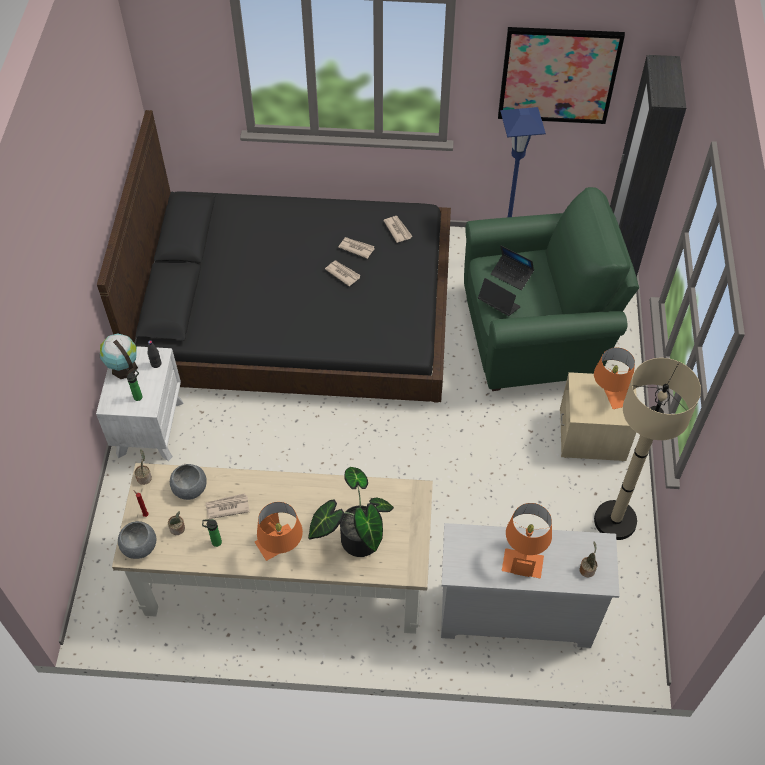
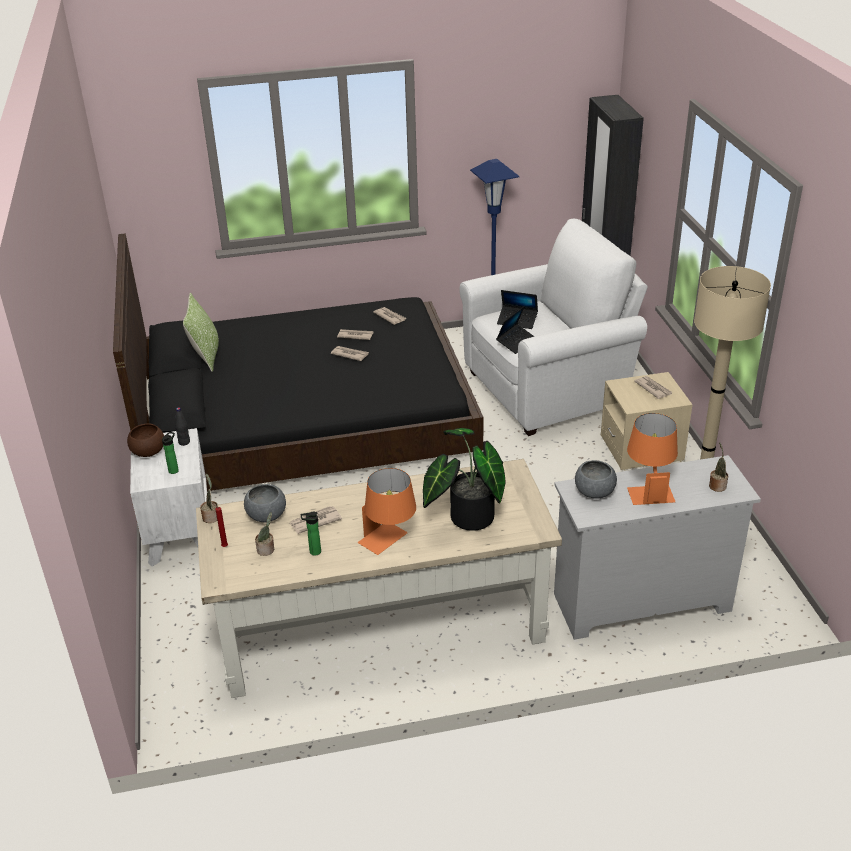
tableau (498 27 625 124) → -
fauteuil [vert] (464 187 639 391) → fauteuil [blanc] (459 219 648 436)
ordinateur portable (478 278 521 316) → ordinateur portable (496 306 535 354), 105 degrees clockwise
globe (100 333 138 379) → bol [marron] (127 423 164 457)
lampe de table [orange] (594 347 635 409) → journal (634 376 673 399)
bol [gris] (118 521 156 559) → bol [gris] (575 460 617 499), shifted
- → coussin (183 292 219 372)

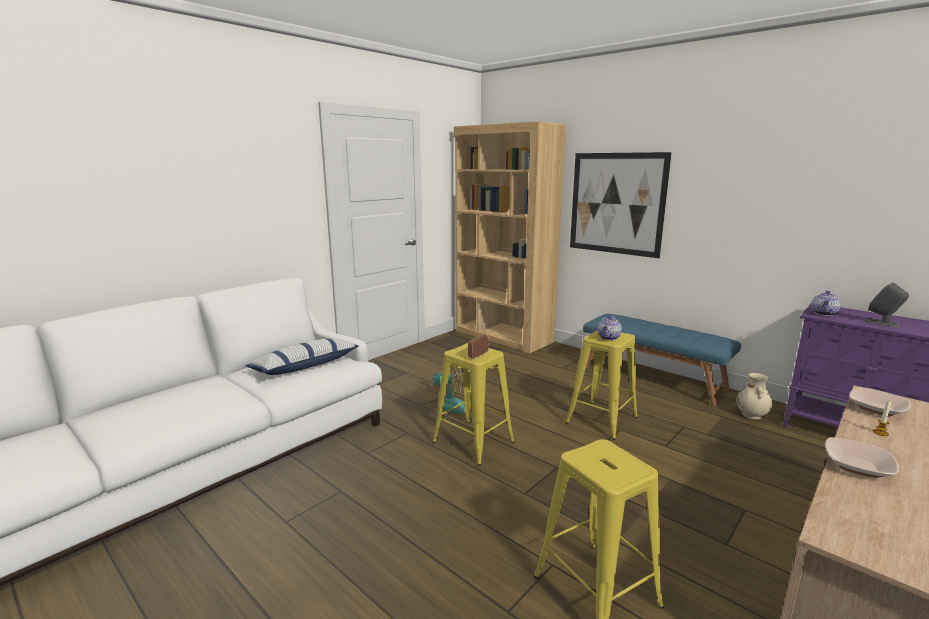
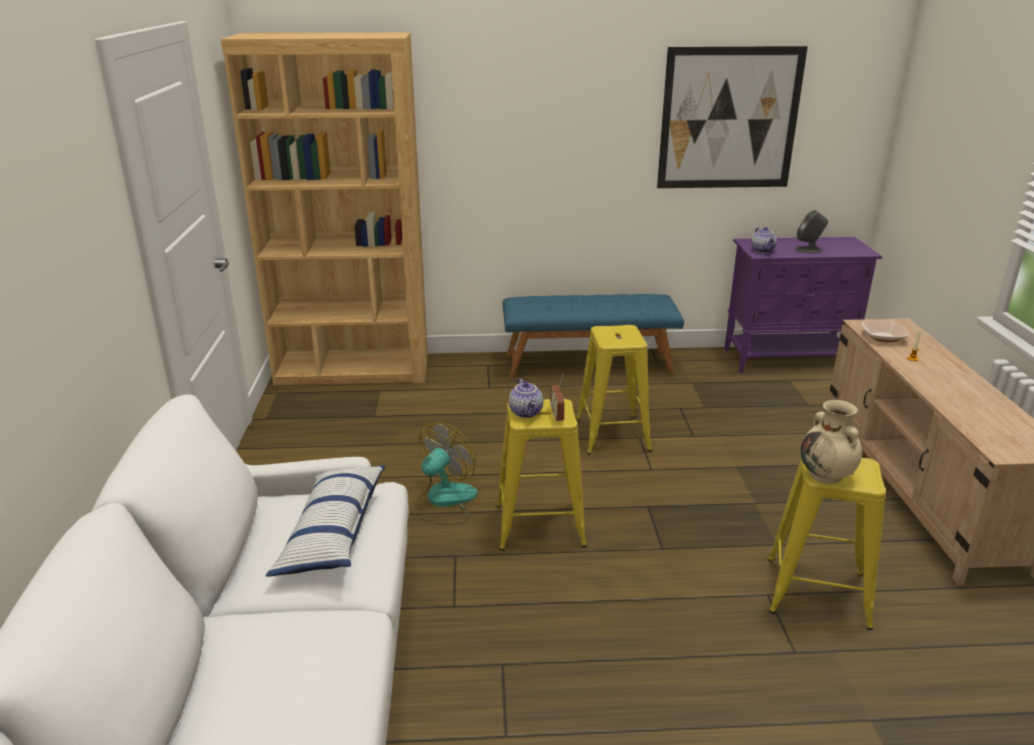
tableau (570 152 672 258) → tableau (657 46 808 188), shifted
théière (597 316 622 340) → théière (509 378 543 418), shifted
vase [beige] (737 373 772 419) → vase [beige] (801 400 862 484), shifted
bol (825 437 899 478) → -

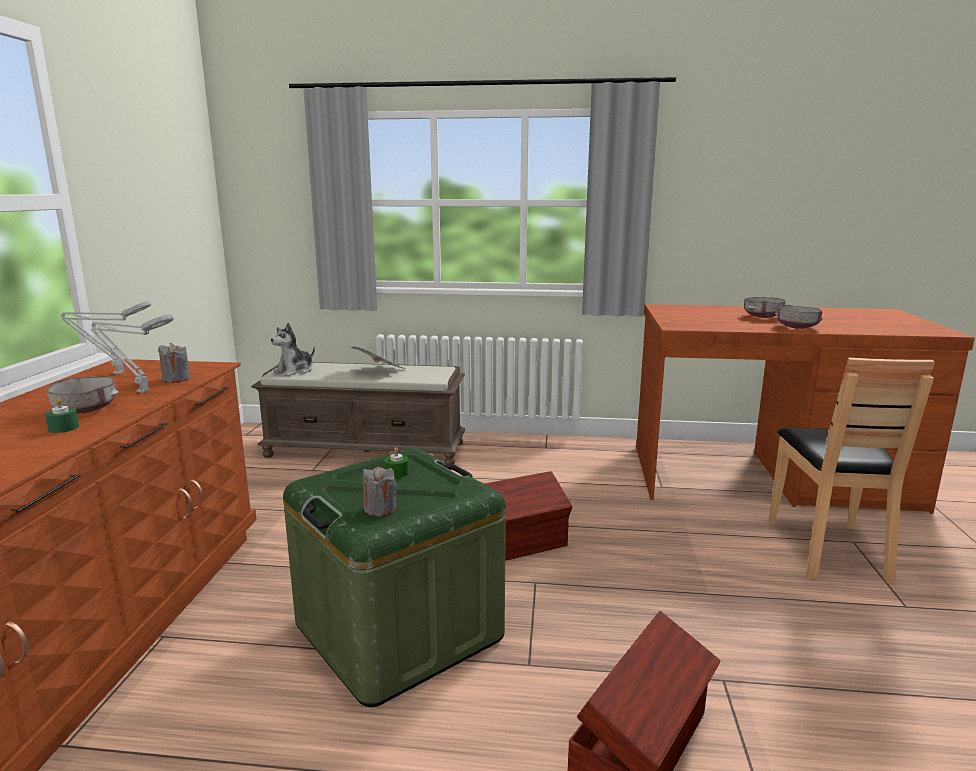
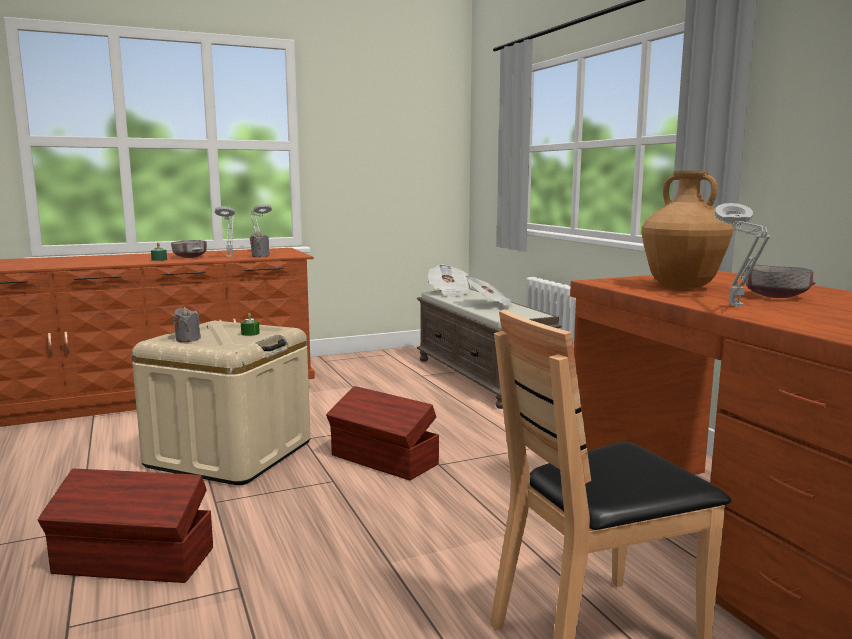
bol [gris] (775 305 823 329) → lampe de table [gris] (714 203 770 307)
peluche (271 323 315 377) → journal (428 264 471 297)
boîte de rangement [vert] (283 448 506 707) → boîte de rangement [beige] (132 321 311 485)
- → vase [marron] (641 171 733 289)

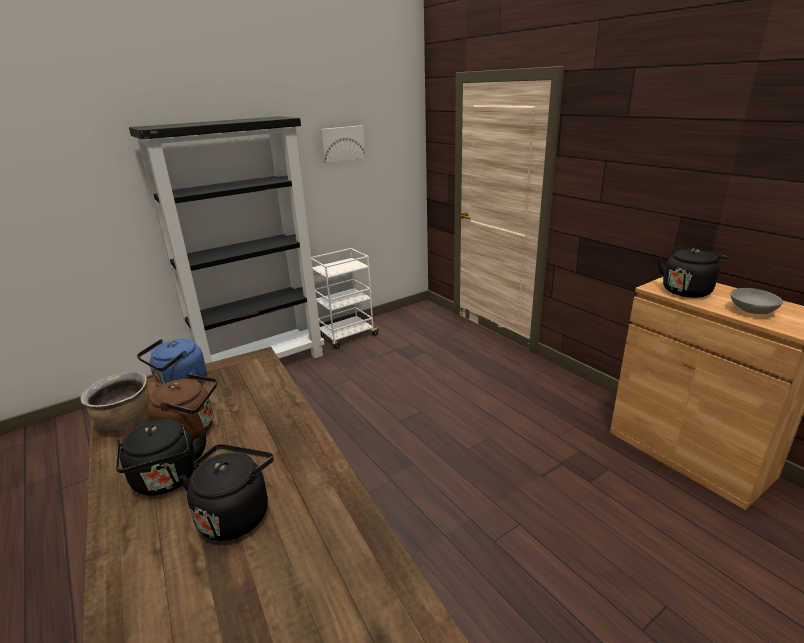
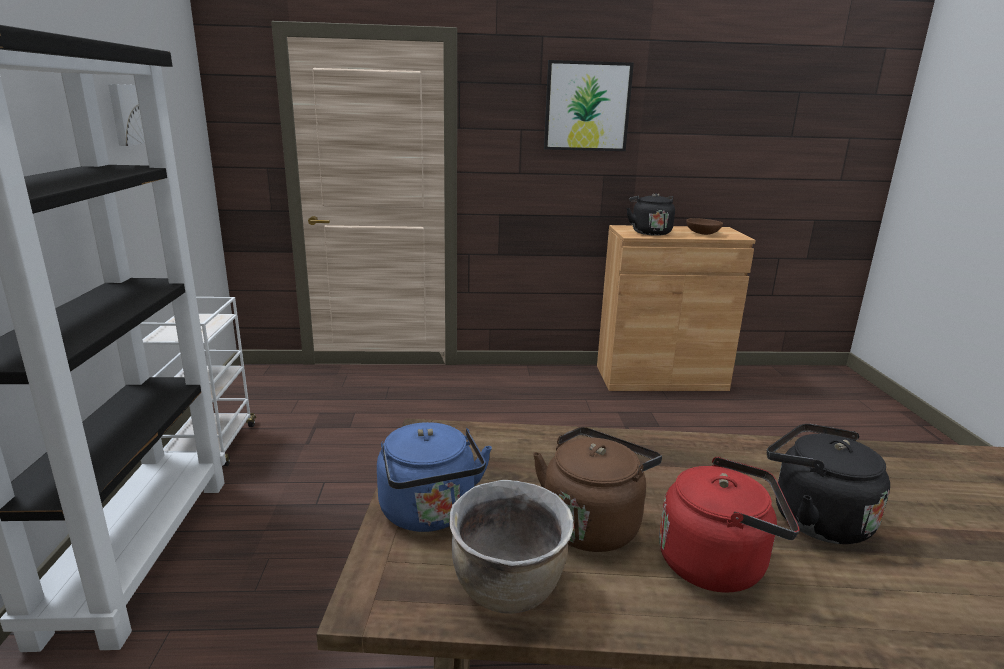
bol [gris] (730 288 783 314) → bol [marron] (686 218 723 235)
bouilloire [noir] (115 419 206 496) → bouilloire [rouge] (659 457 799 593)
- → tableau (544 60 634 151)

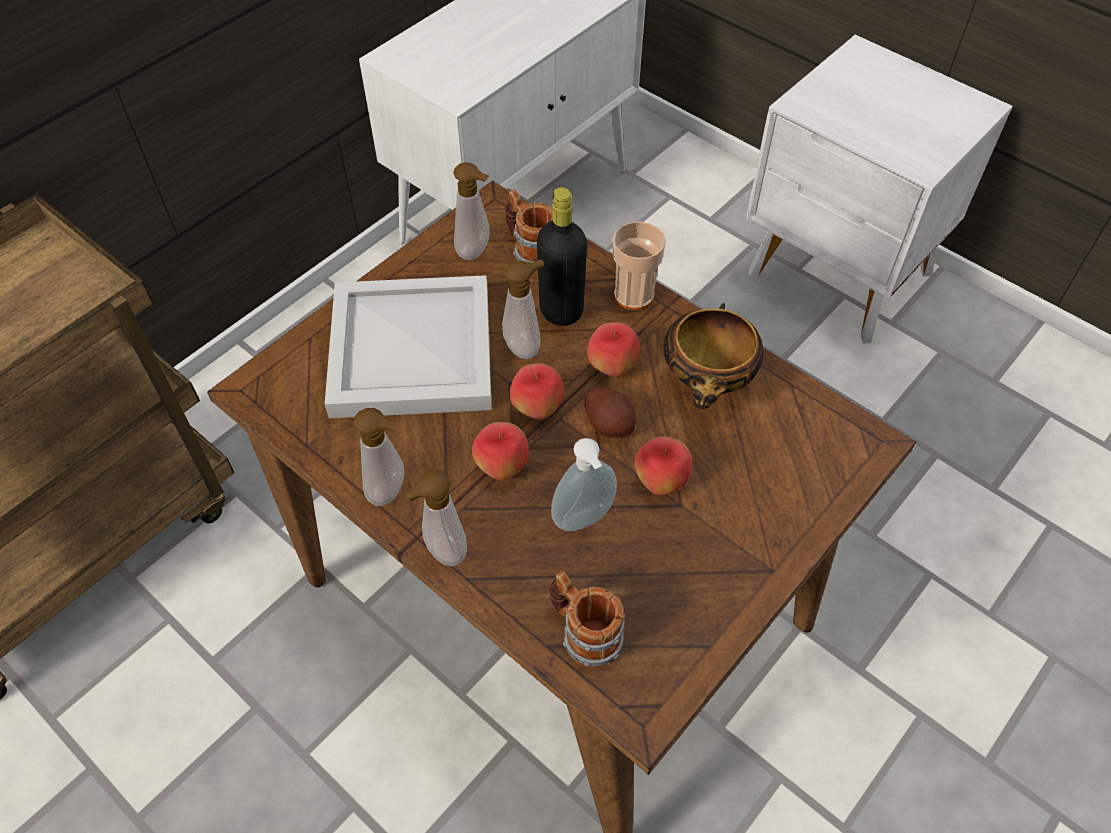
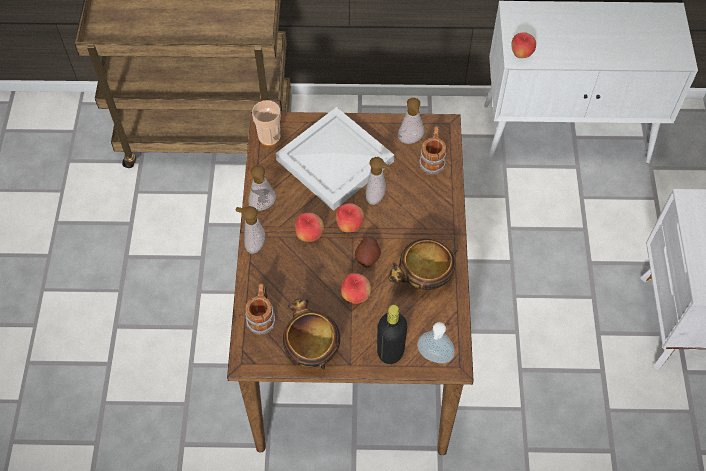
bouteille [noir] (537 187 587 326) → bouteille [noir] (377 305 407 364), shifted
tasse (612 222 666 310) → tasse (252 100 281 146), shifted
pomme (587 322 640 377) → pomme (511 32 536 58), shifted
distributeur de savon (551 438 617 531) → distributeur de savon (417 322 455 364), shifted
- → bol (283 299 340 370)

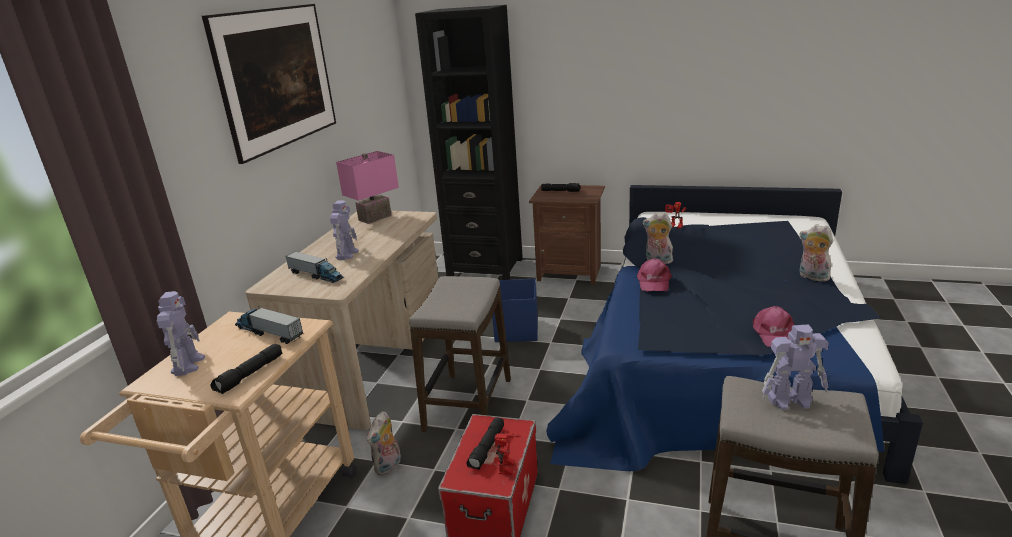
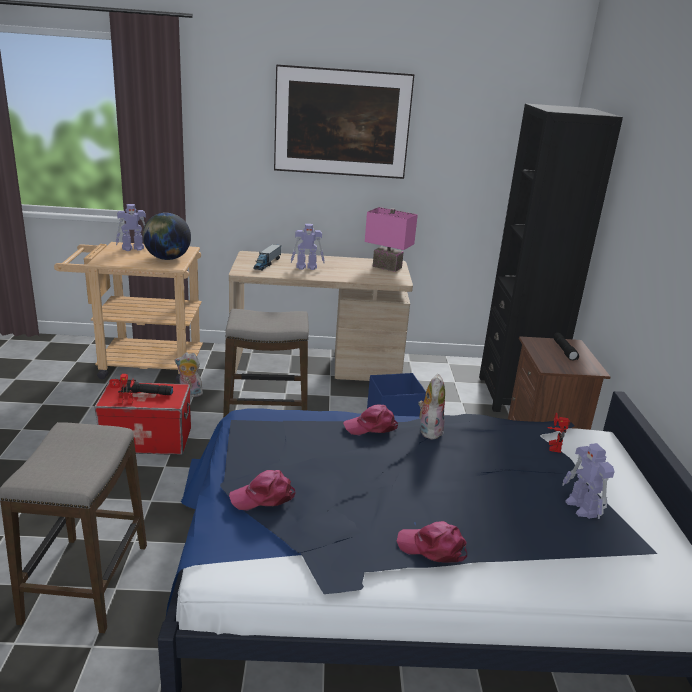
peluche (800 224 833 282) → casquette [rose] (397 521 467 563)
camion jouet (235 306 303 344) → globe (143 213 191 260)
robot jouet (762 325 829 410) → robot jouet (562 443 615 519), shifted
lampe de poche [noir] (210 344 283 394) → -

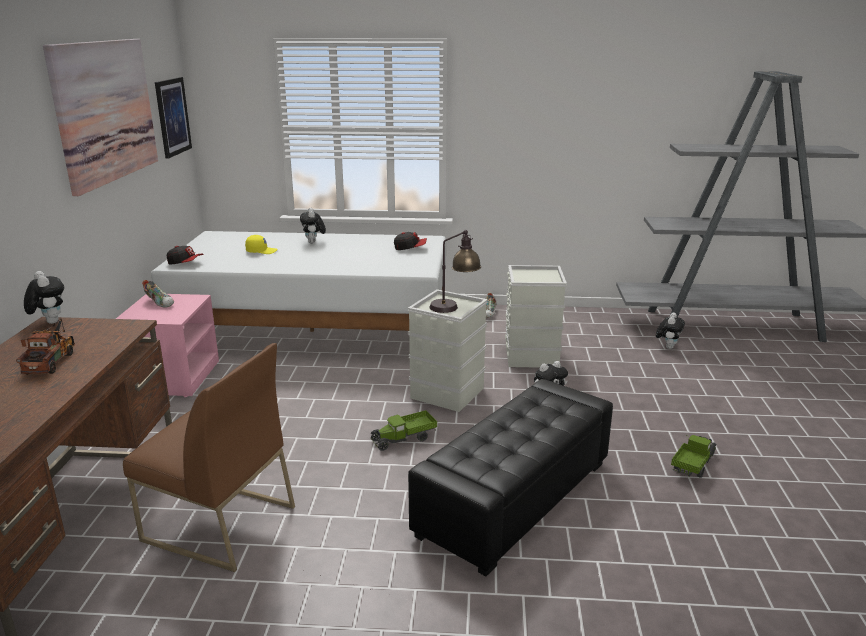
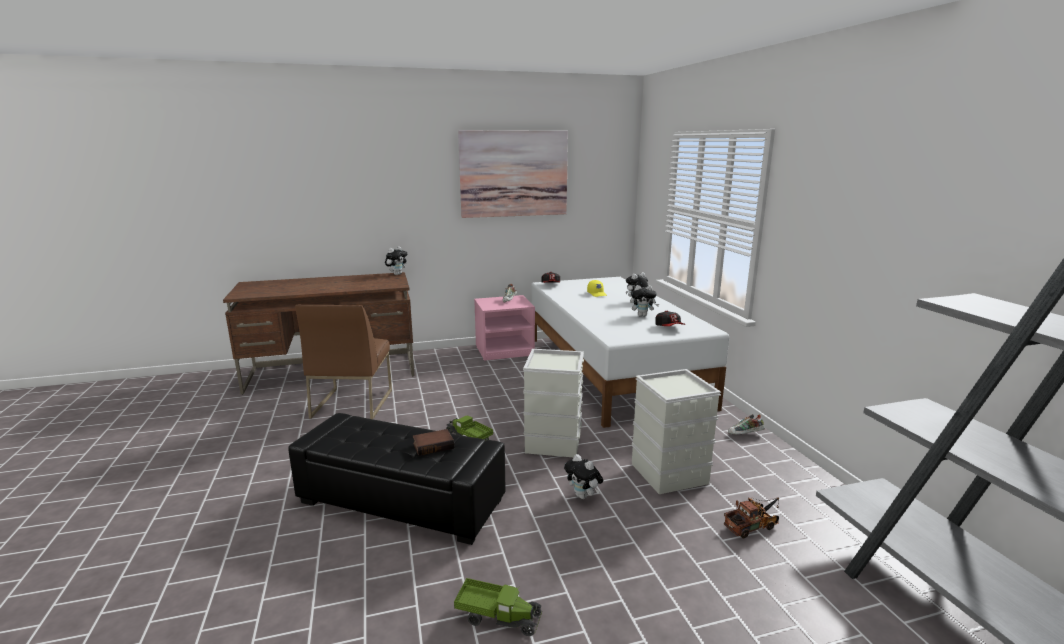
tableau (155 77 192 159) → -
lampe de table (430 230 481 313) → -
peluche (656 312 685 349) → peluche (630 285 659 317), shifted
camion jouet (16 318 75 375) → camion jouet (724 497 779 538), shifted
- → livre (413 429 454 456)

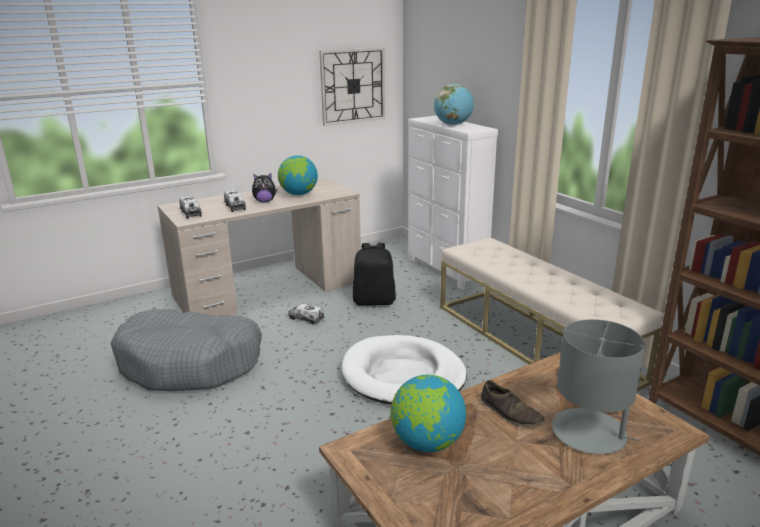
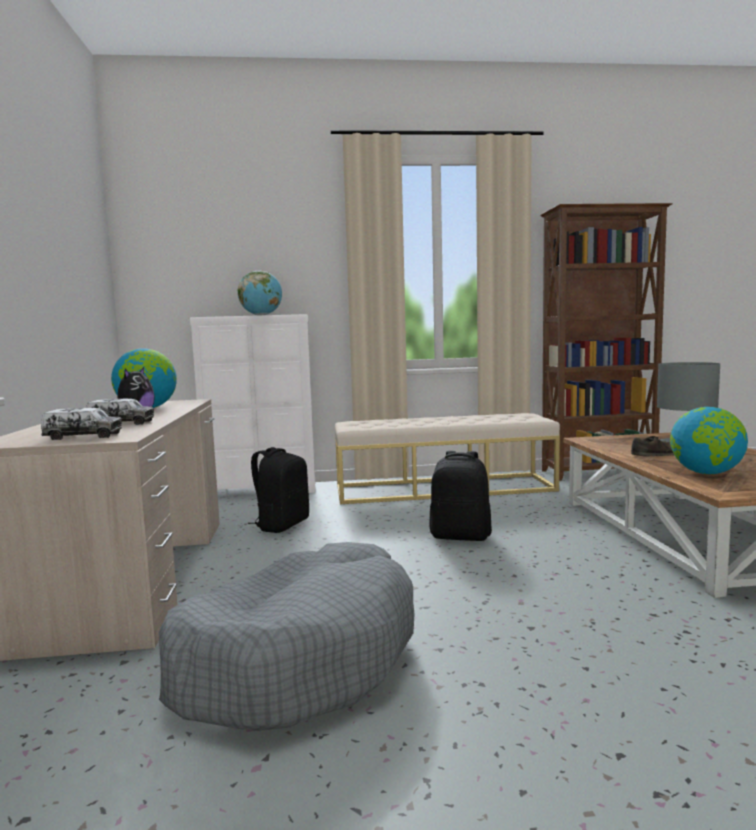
horloge murale (319 47 385 126) → -
camion jouet (288 304 324 324) → -
panier pour chien [blanc] (341 335 467 405) → sac à dos [noir] (430 451 492 541)

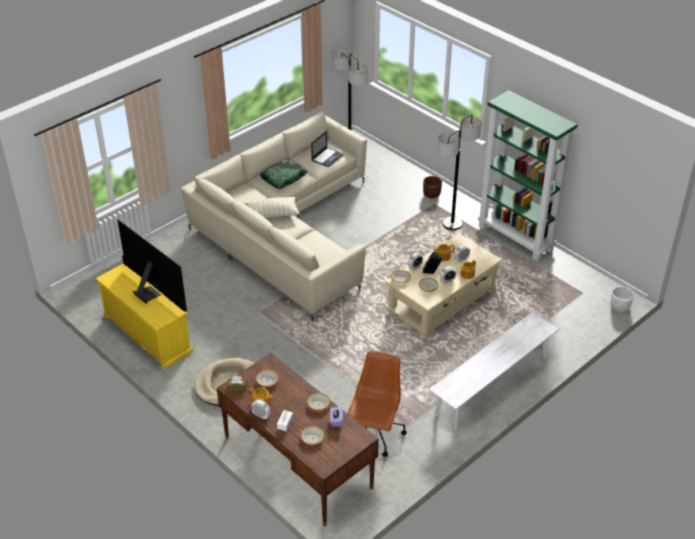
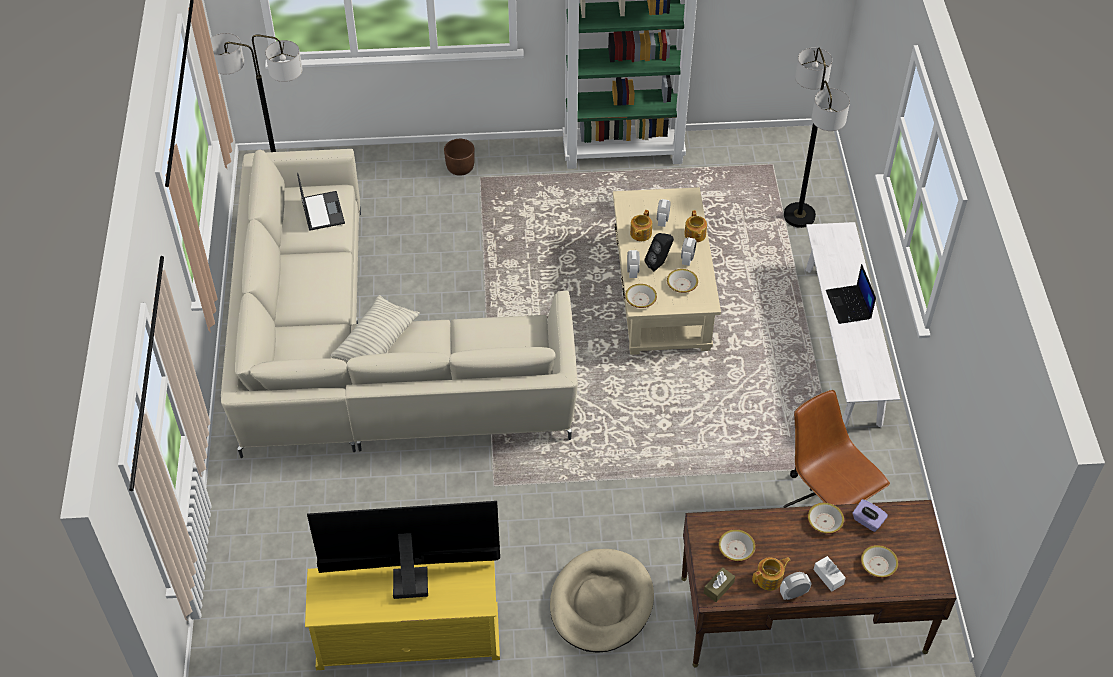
lampadaire (437 114 482 230) → lampadaire (784 48 850 228), shifted
coussin (259 159 308 189) → -
cache-pot [blanc] (611 286 634 312) → -
- → ordinateur portable (826 264 876 324)

